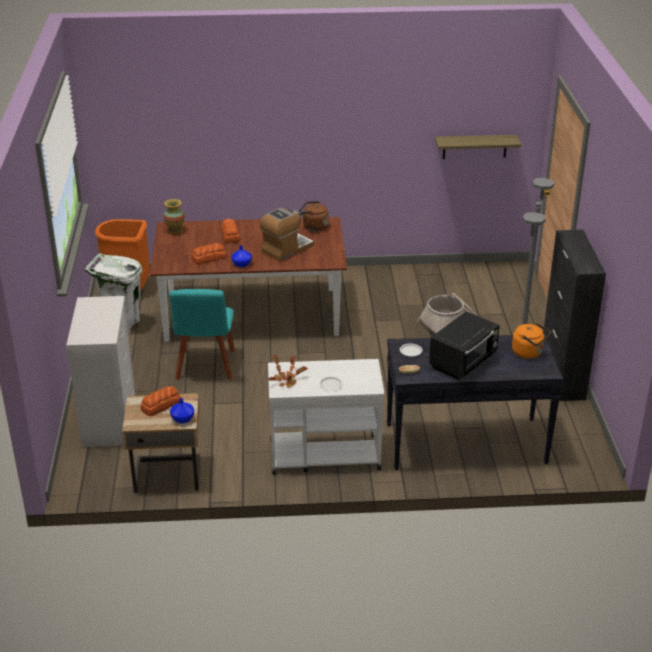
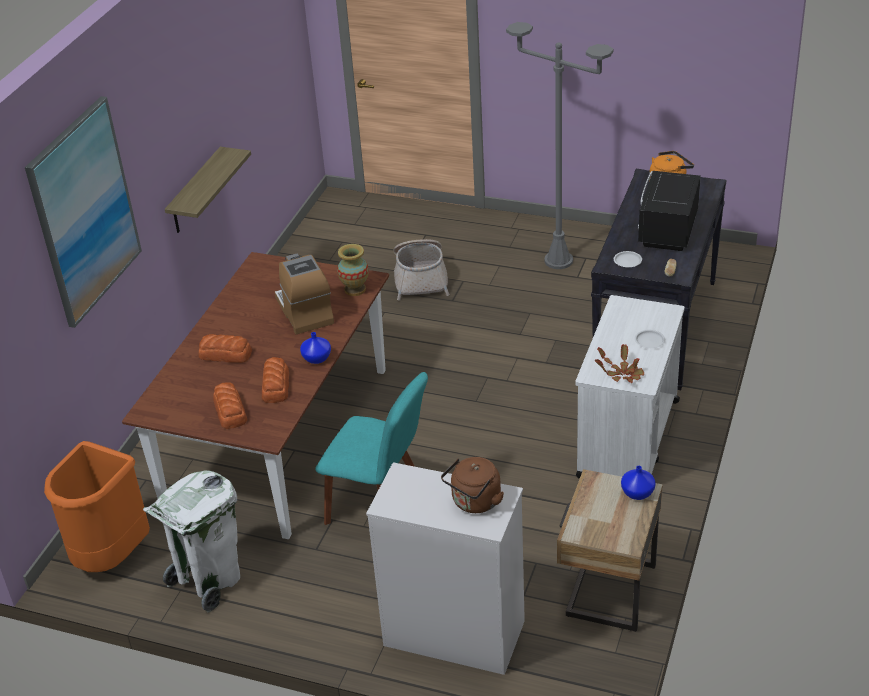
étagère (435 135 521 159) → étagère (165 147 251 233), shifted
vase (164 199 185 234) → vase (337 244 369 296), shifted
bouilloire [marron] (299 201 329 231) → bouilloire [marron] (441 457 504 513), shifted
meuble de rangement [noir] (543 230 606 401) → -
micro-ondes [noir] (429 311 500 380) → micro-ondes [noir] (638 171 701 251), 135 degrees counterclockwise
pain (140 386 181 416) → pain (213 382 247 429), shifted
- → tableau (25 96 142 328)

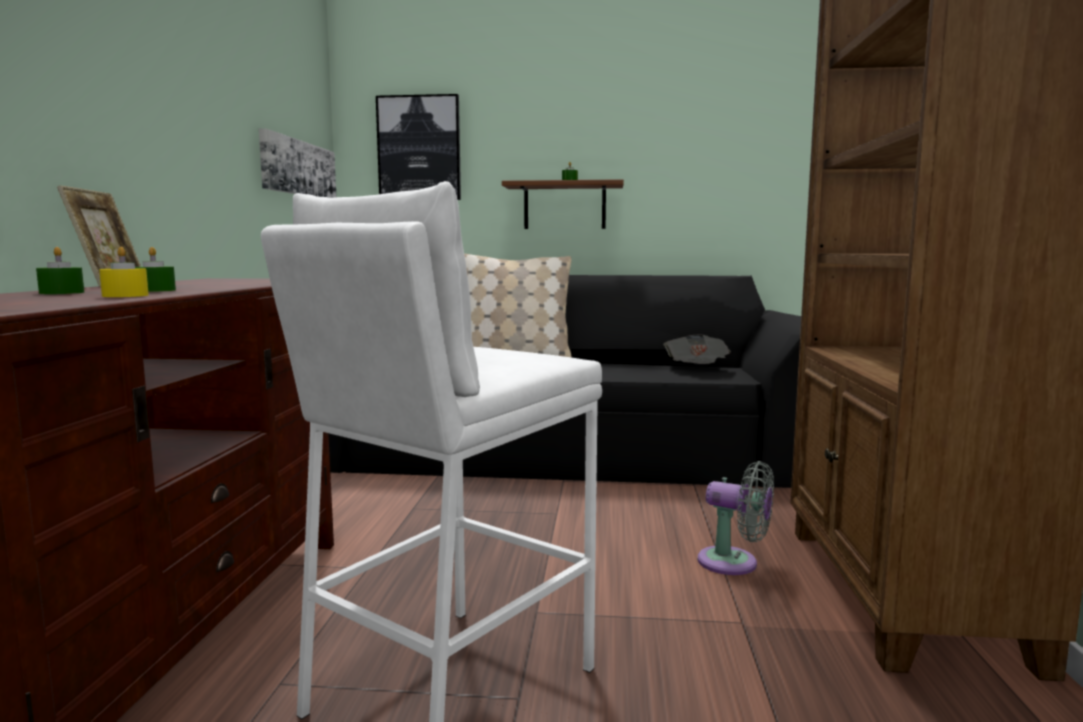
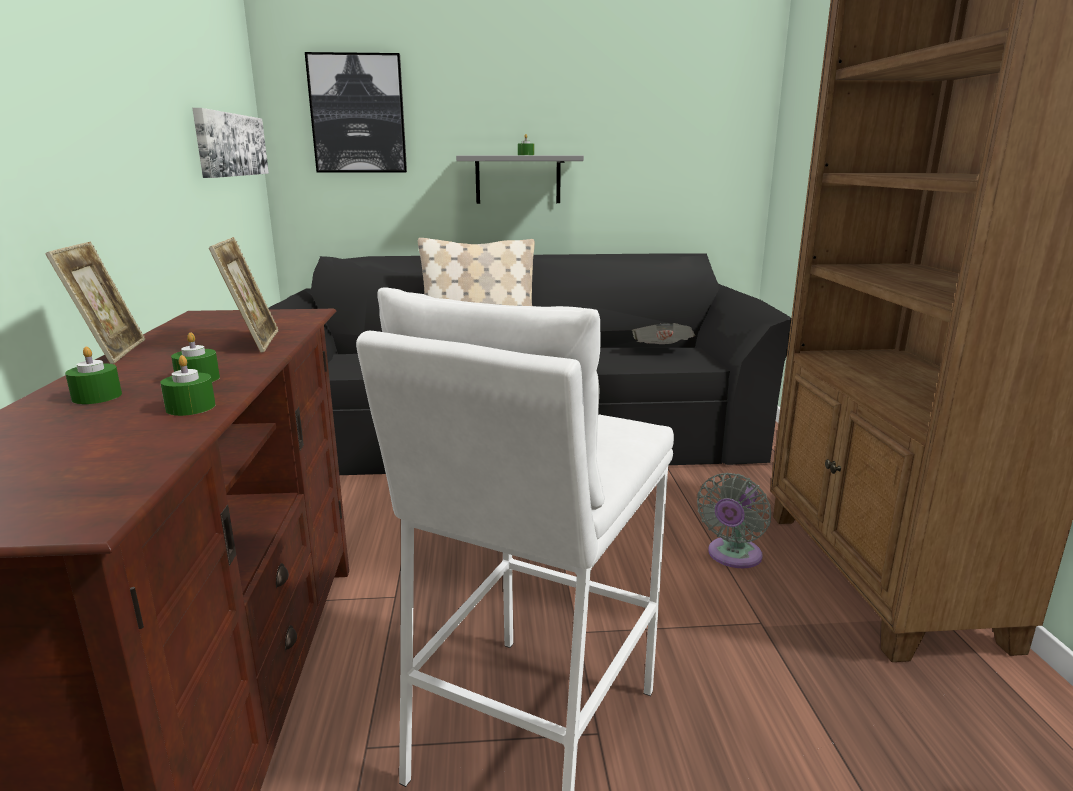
étagère [marron] (502 179 624 229) → étagère [gris] (456 156 584 204)
bougie [jaune] (99 247 149 297) → bougie [vert] (160 355 215 416)
ventilateur [gris] (698 461 774 575) → ventilateur [gris] (697 473 771 568), 105 degrees clockwise
- → cadre photo (209 237 279 353)

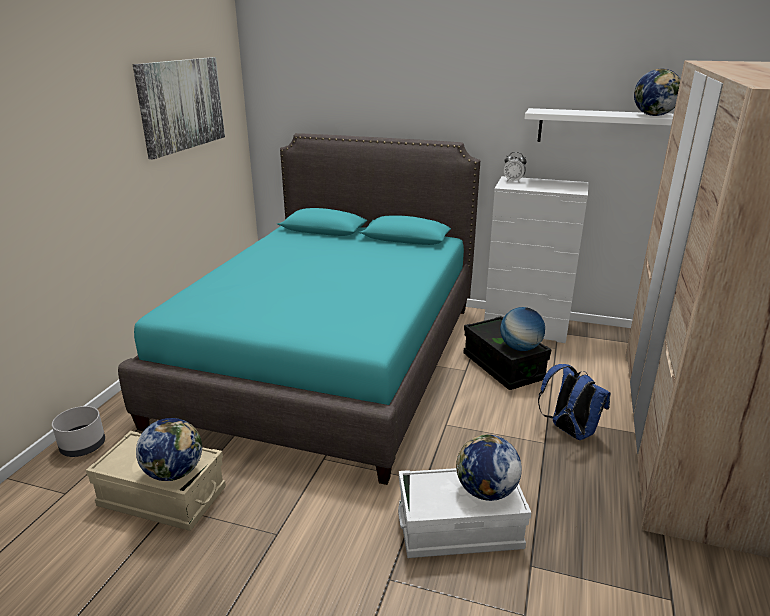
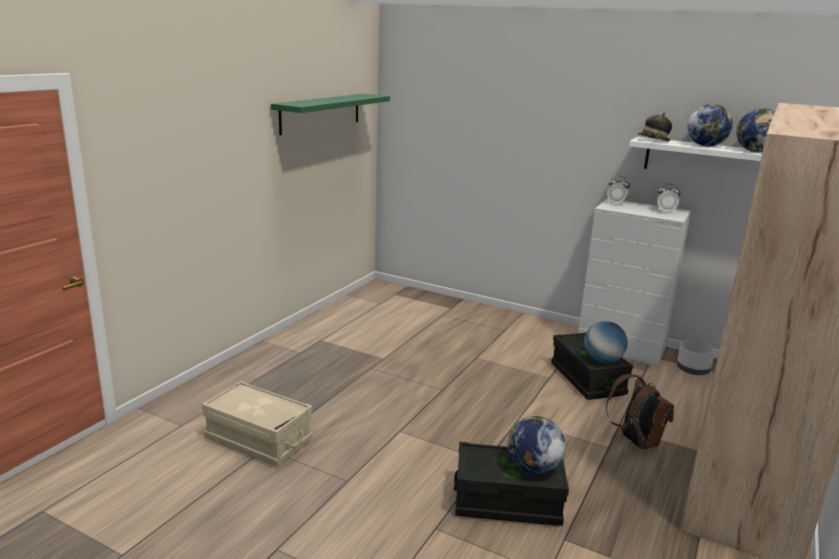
tableau (133 57 225 159) → étagère [vert] (271 94 390 135)
lit [turquoise] (118 133 480 485) → -
sac à dos [bleu] (538 364 611 440) → sac à dos [marron] (606 374 674 449)
cache-pot [gris] (52 406 105 457) → cache-pot [gris] (677 340 715 375), shifted
globe (136 418 202 481) → globe (687 104 733 146), shifted
boîte de rangement [blanc] (398 468 531 558) → boîte de rangement [noir] (454 442 569 526)
- → chapeau (638 113 672 141)
- → réveil (656 184 681 214)

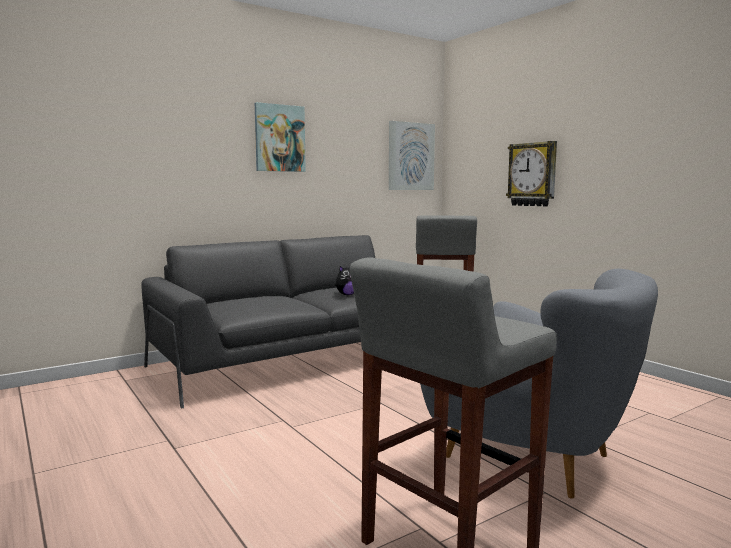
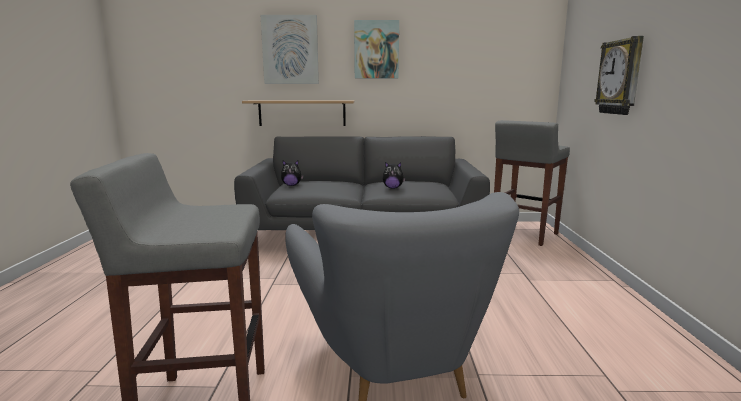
tableau (389 121 435 190) → tableau (261 15 319 84), shifted
- → étagère (242 100 355 126)
- → peluche (281 161 304 186)

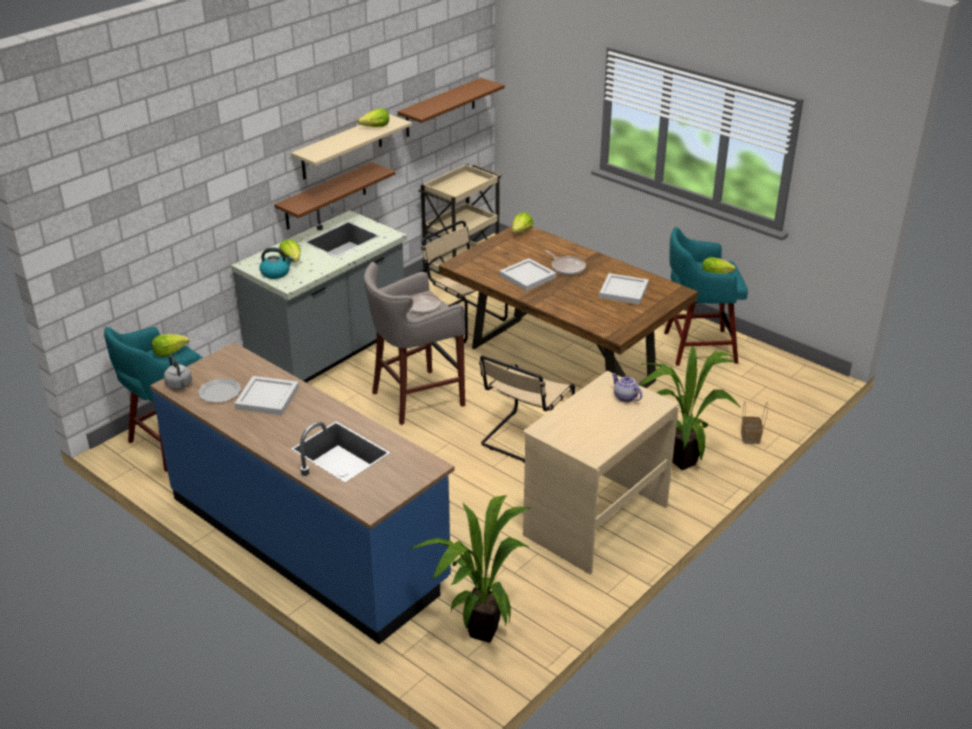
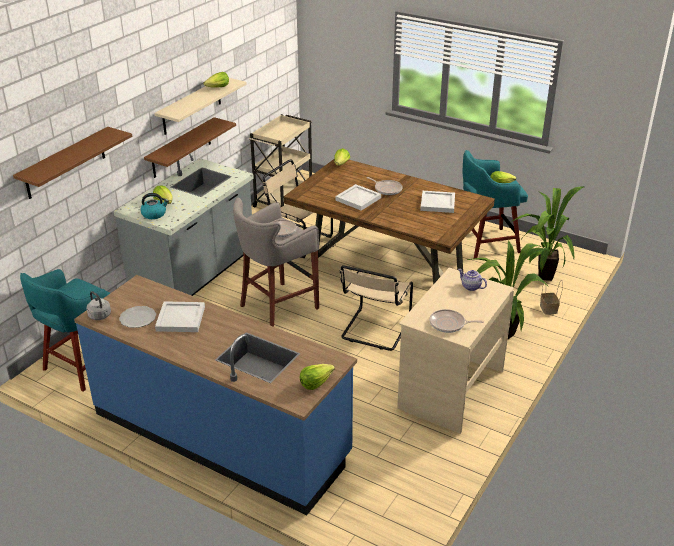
étagère [marron] (398 78 505 137) → étagère [marron] (13 127 132 199), shifted
laitue (152 334 189 357) → laitue (300 364 335 390), shifted
plante en pot (411 495 530 643) → plante en pot (512 186 584 281), shifted
- → poêle (429 309 484 333)

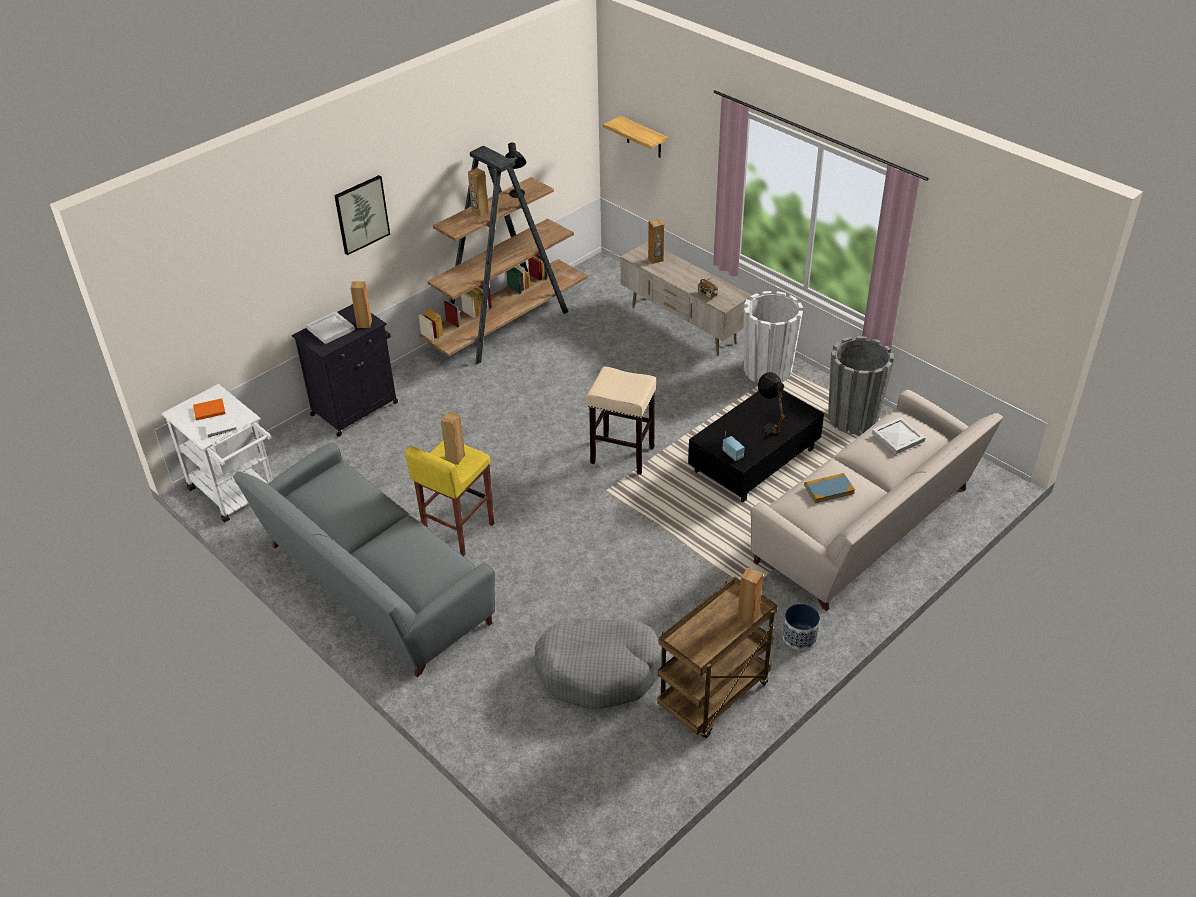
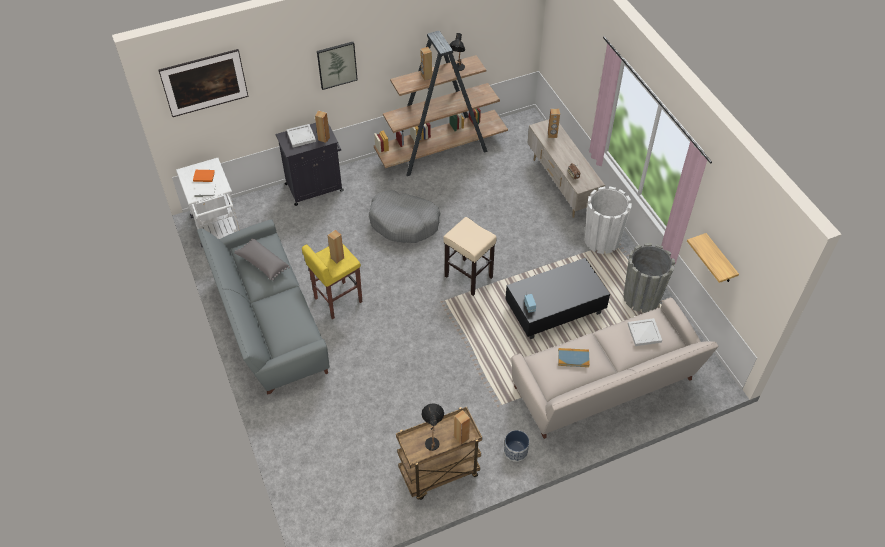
étagère (603 116 668 158) → étagère (687 233 739 283), shifted
lampe de table [noir] (758 372 785 436) → lampe de table [noir] (422 403 444 451), shifted
panier pour chien [gris] (534 620 662 709) → panier pour chien [gris] (369 190 441 243), shifted
- → tableau (159 49 248 117)
- → coussin [gris] (234 239 290 281)

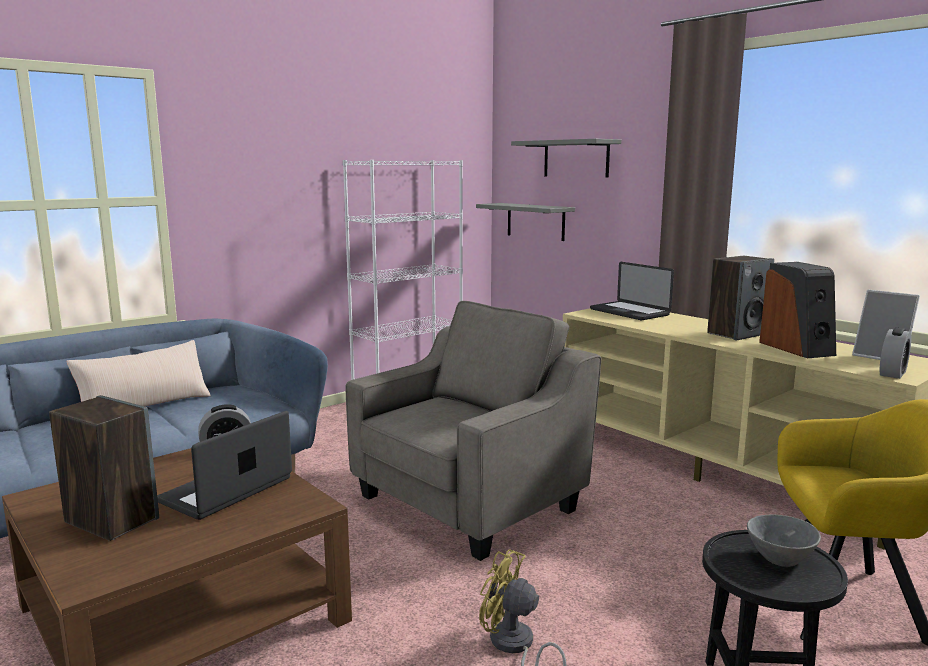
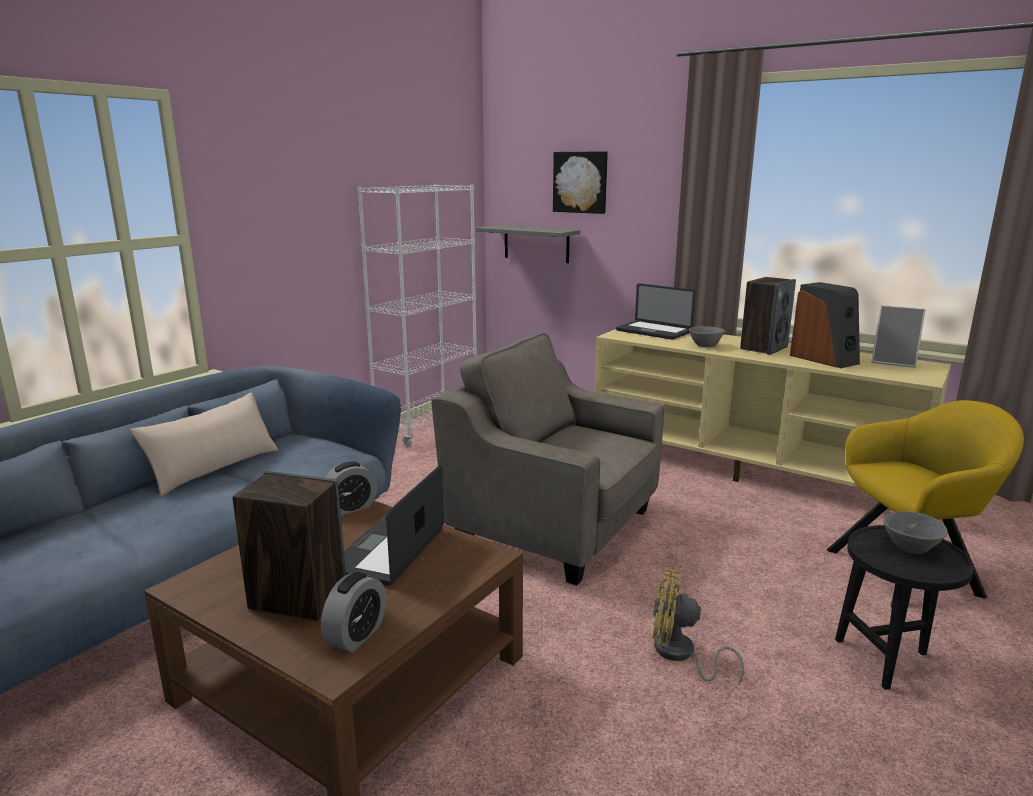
étagère [gris] (511 139 621 178) → tableau (553 151 608 214)
fauteuil [gris] (345 301 601 561) → fauteuil [gris] (431 333 664 586), 90 degrees counterclockwise
réveil (880 328 911 379) → réveil (321 572 386 652), shifted
- → bol [gris] (689 326 725 347)

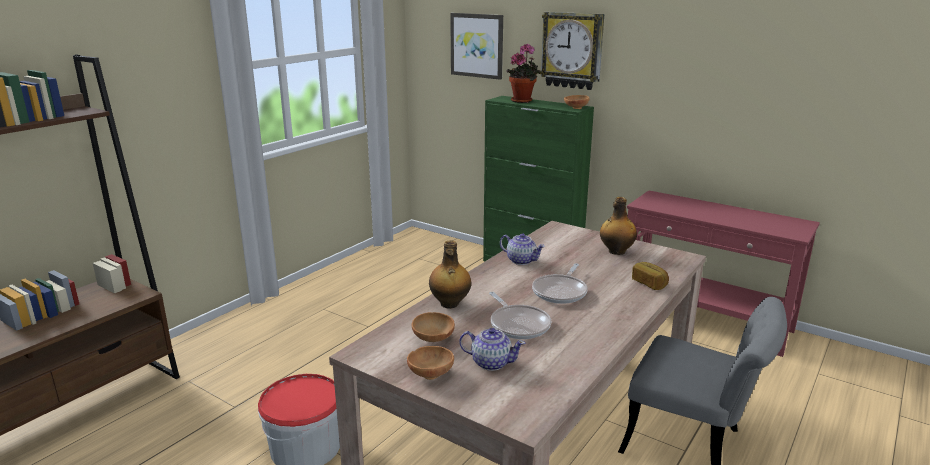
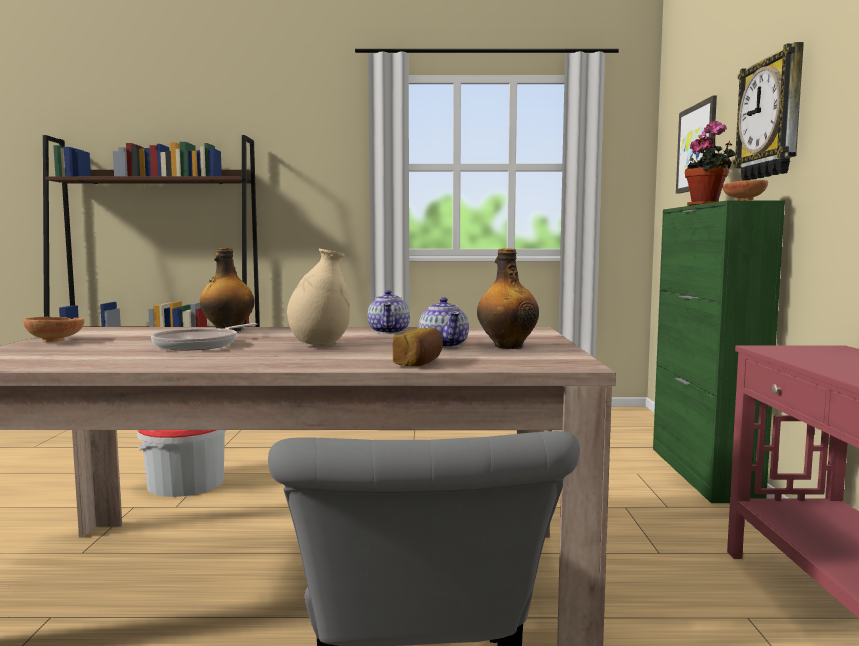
poêle (532 263 587 304) → vase [beige] (287 248 350 347)
bol [marron] (412 312 455 342) → -
théière (459 328 525 371) → théière (419 297 469 348), shifted

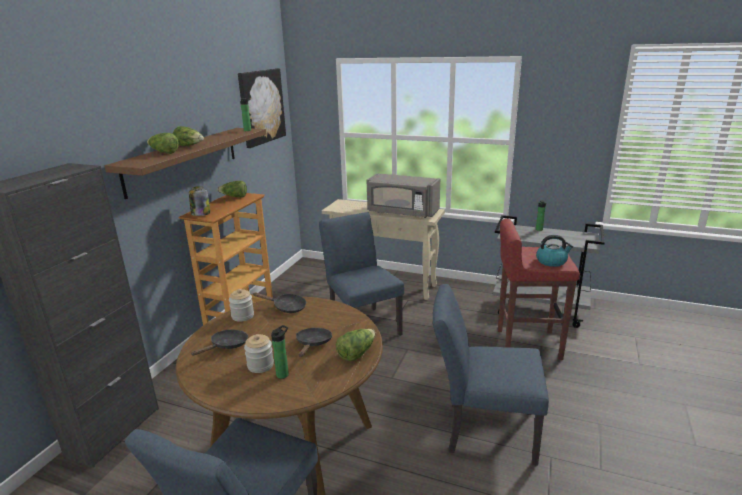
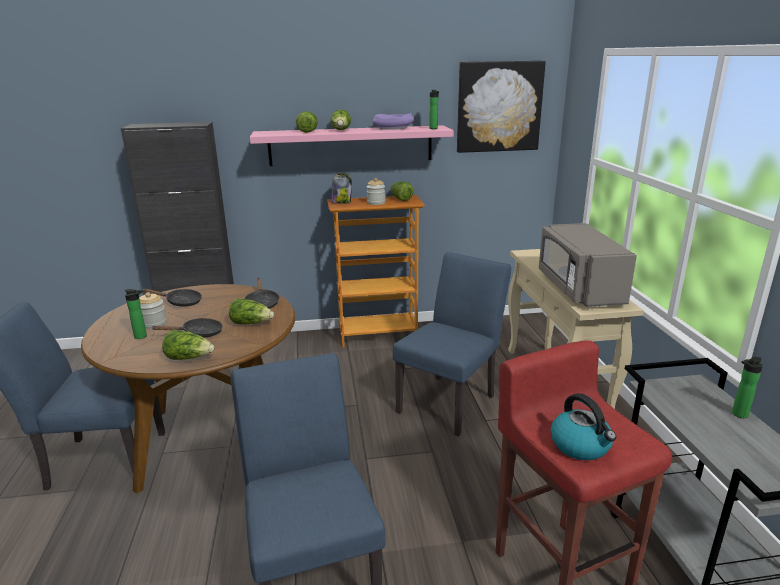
étagère [marron] (105 128 266 199) → étagère [rose] (250 125 454 166)
bocal (229 289 254 322) → bocal (367 178 385 205), shifted
- → bol [violet] (372 113 414 130)
- → laitue (229 298 274 325)

